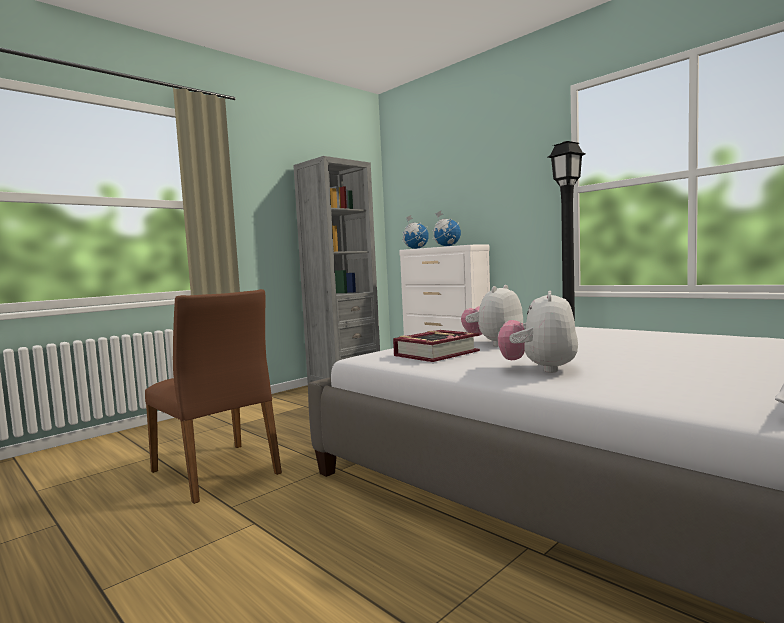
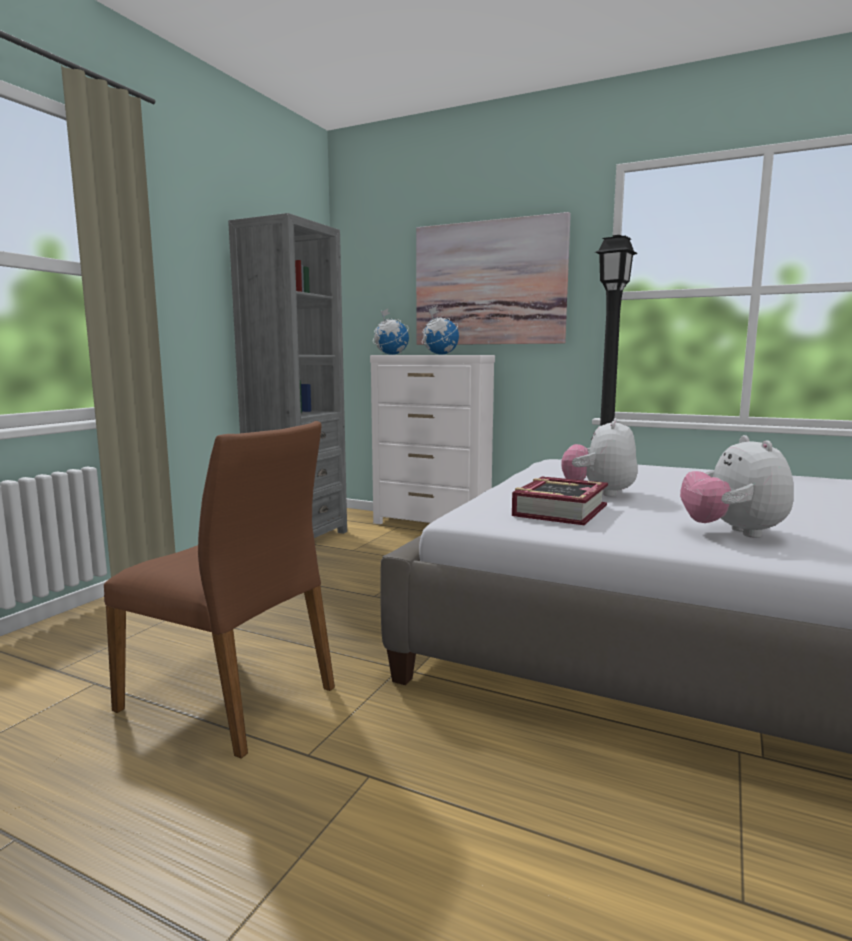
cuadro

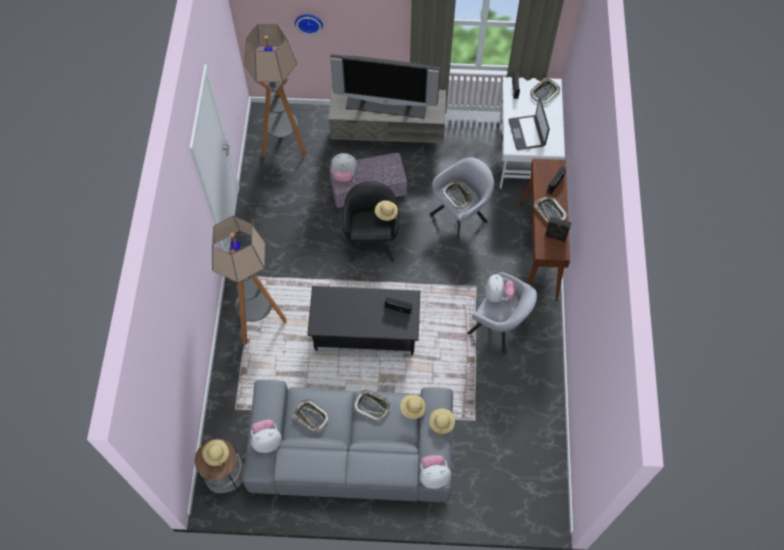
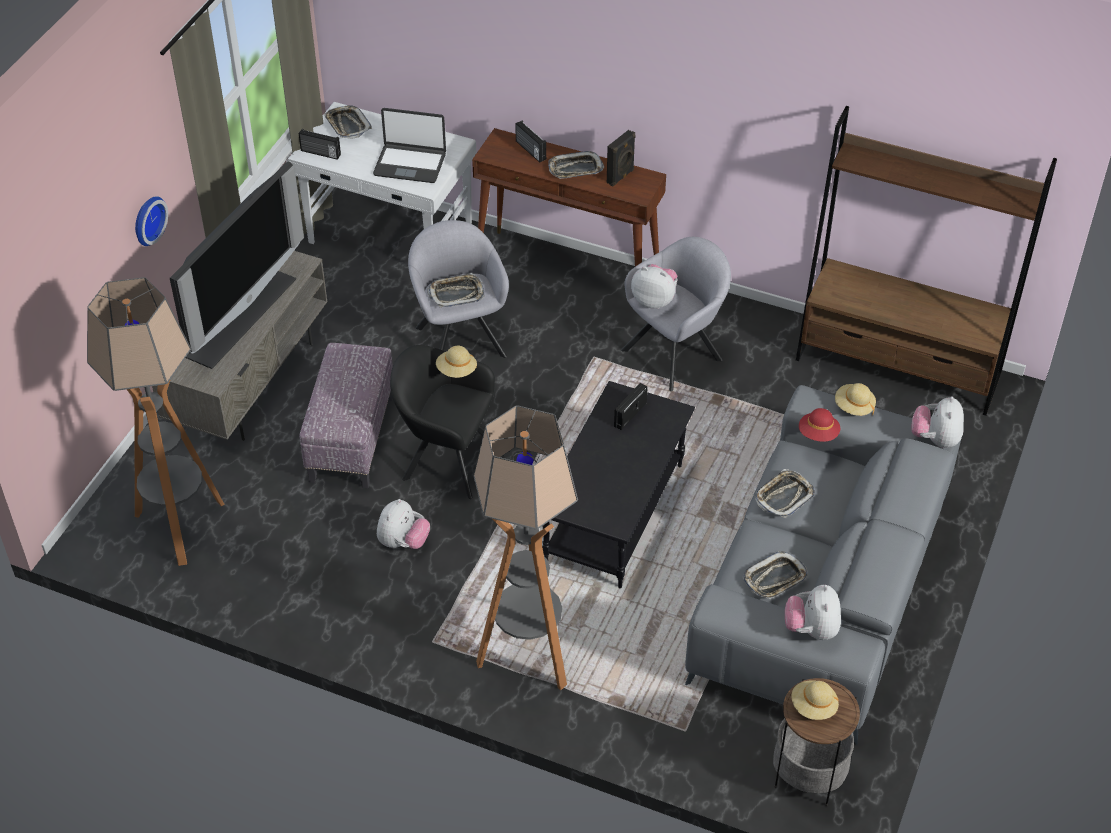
reloj de pared
peluche (1st from left)
sombrero/rojo
estantería/marrón

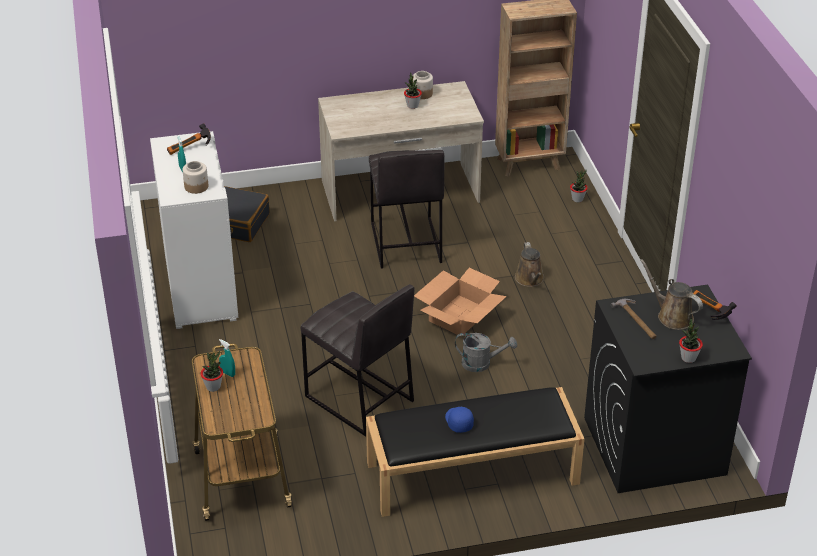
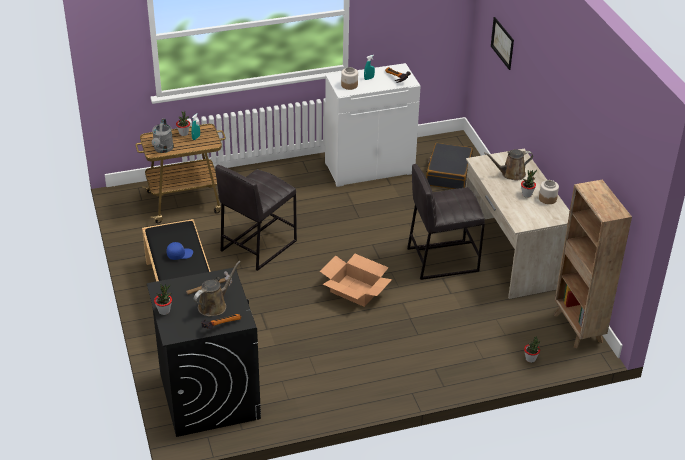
regadera/gris
regadera/marrón (2nd from left)
cuadro

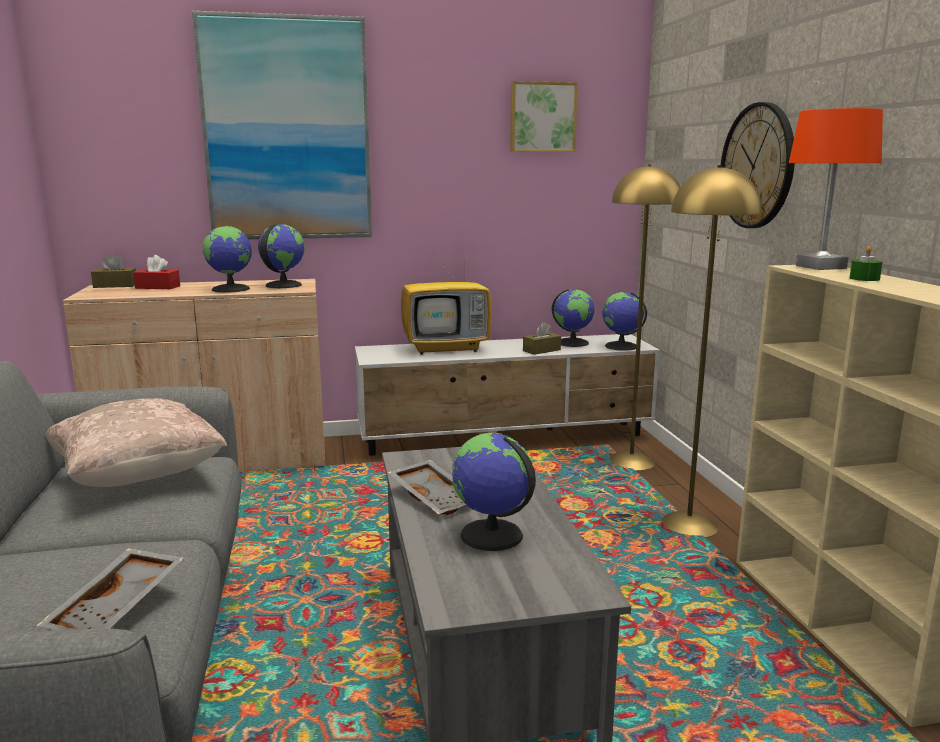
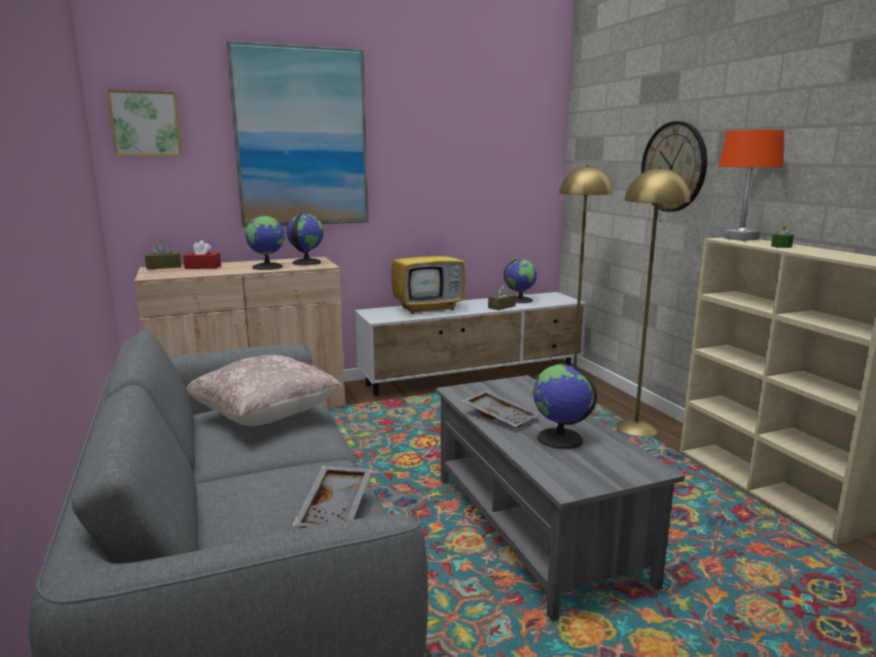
cuadro (1st from left)
globo terráqueo (5th from left in the first image)

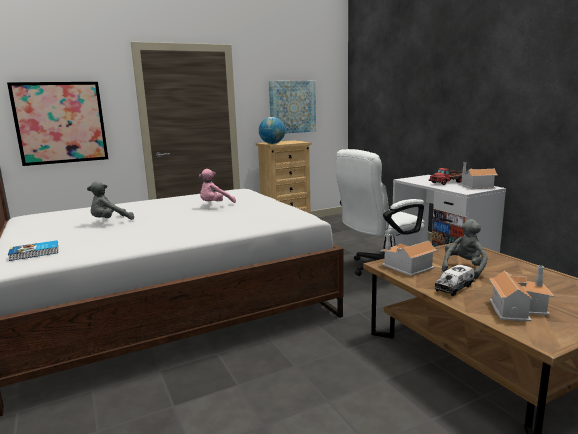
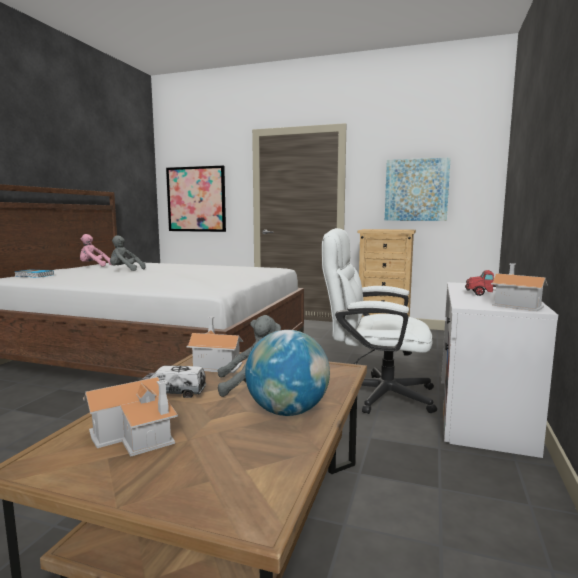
peluche/rosa
globo terráqueo

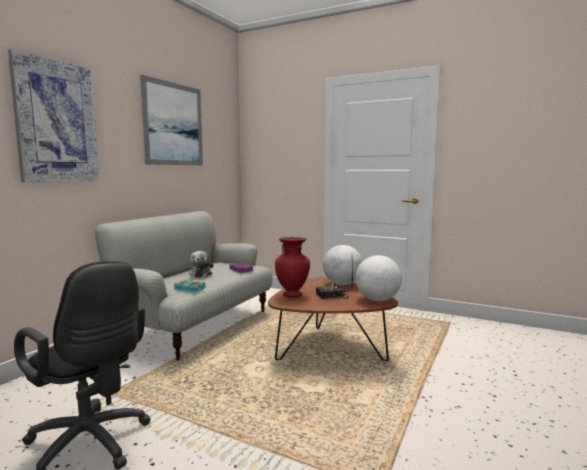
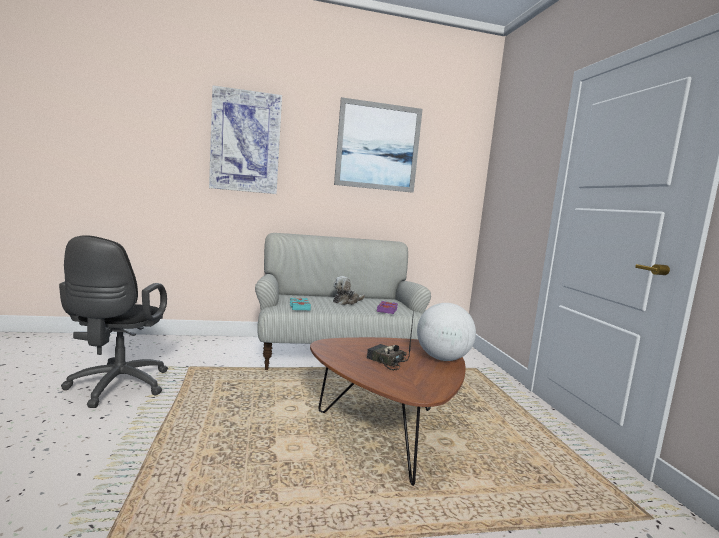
florero/rojo
globo terráqueo (2nd from left in the first image)

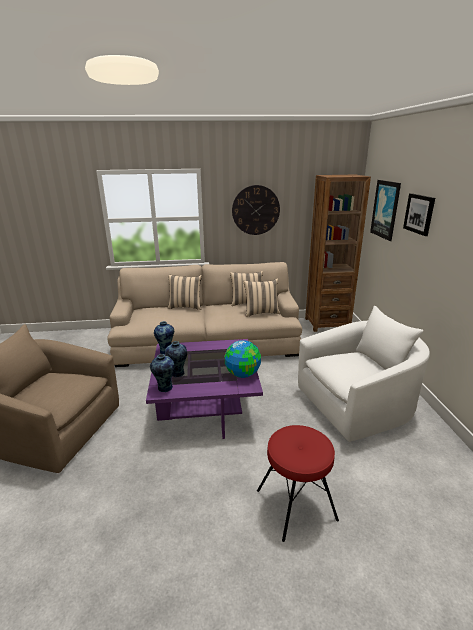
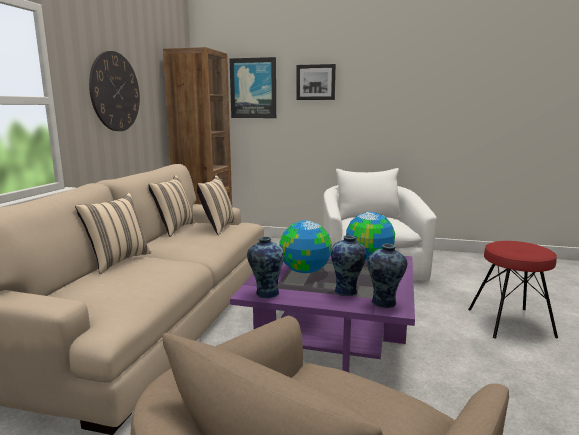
globo terráqueo (1st from left)

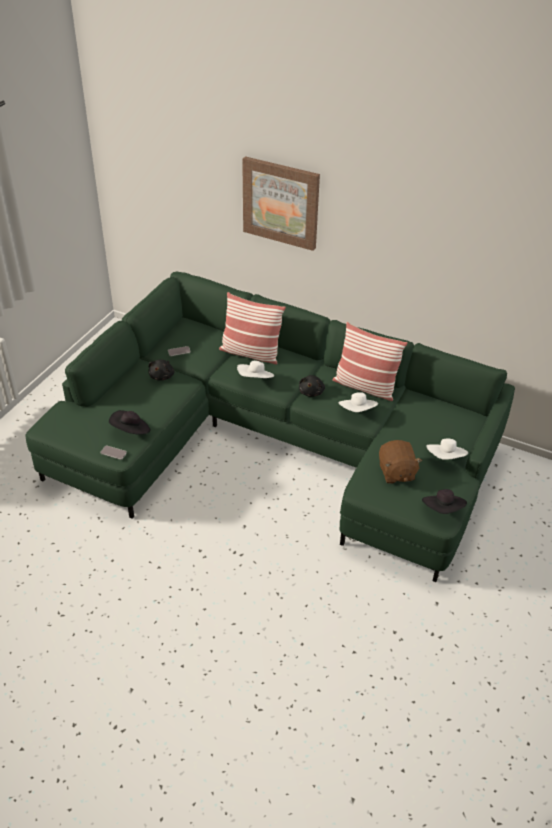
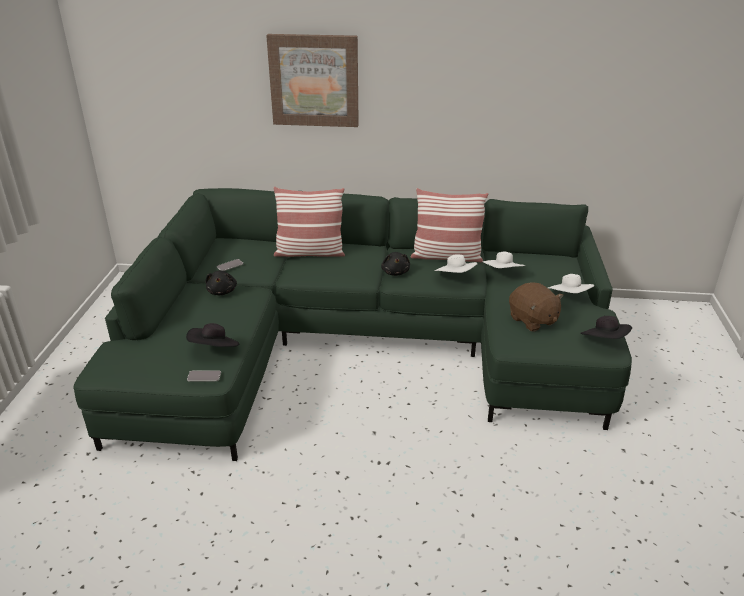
sombrero/blanco (2nd from left)

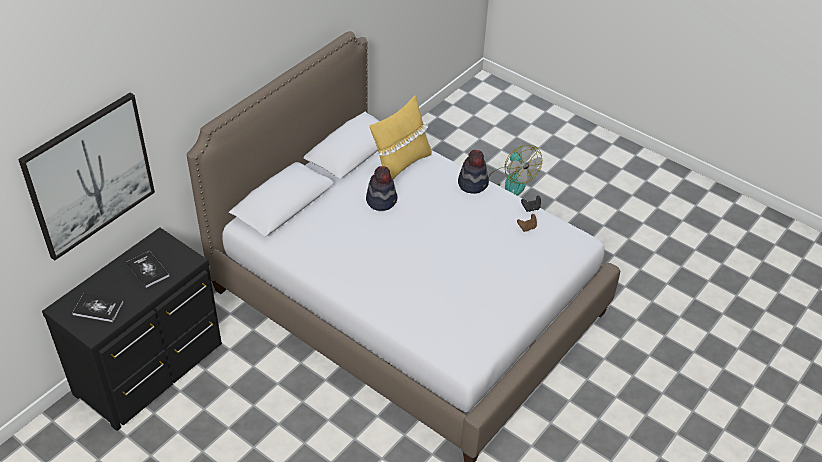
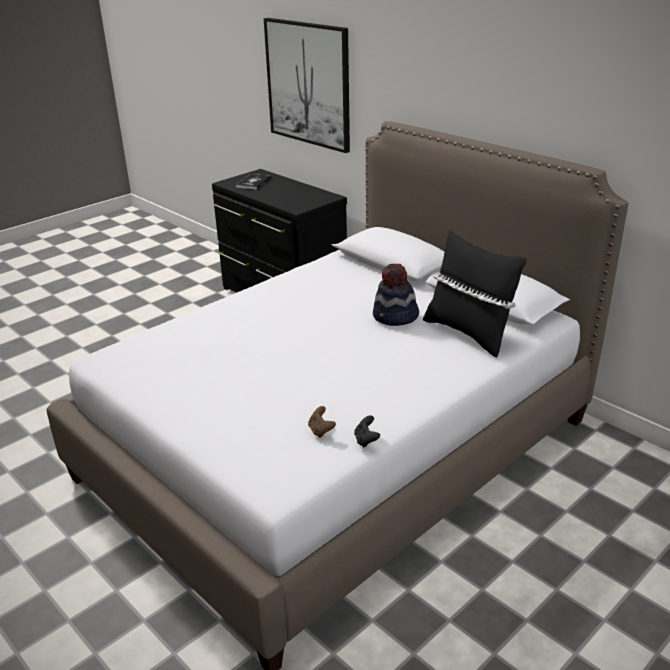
libro (2nd from left in the first image)
cojín/negro
sombrero (2nd from left in the first image)
ventilador

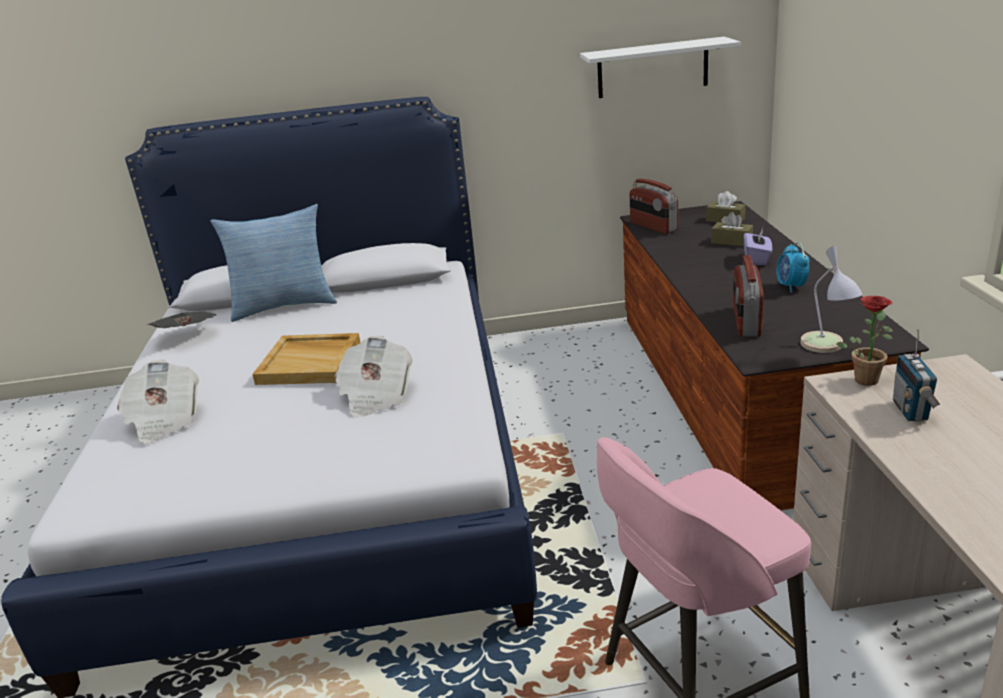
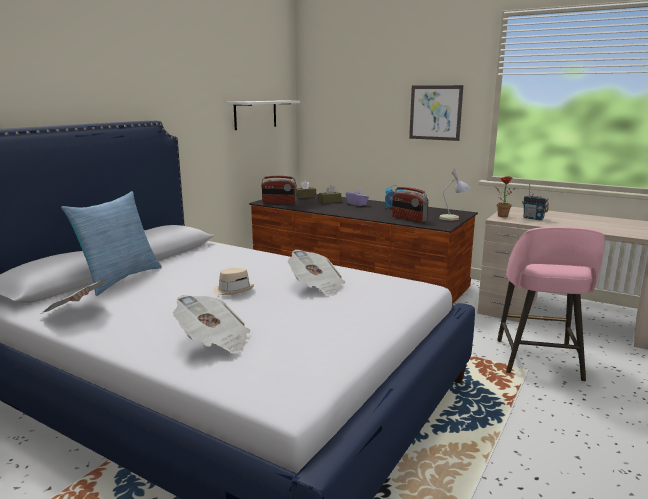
sombrero/beis
cuadro

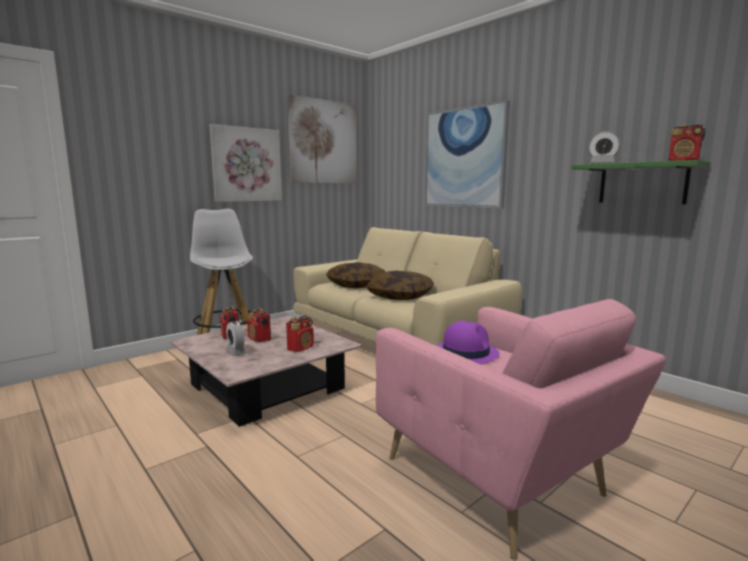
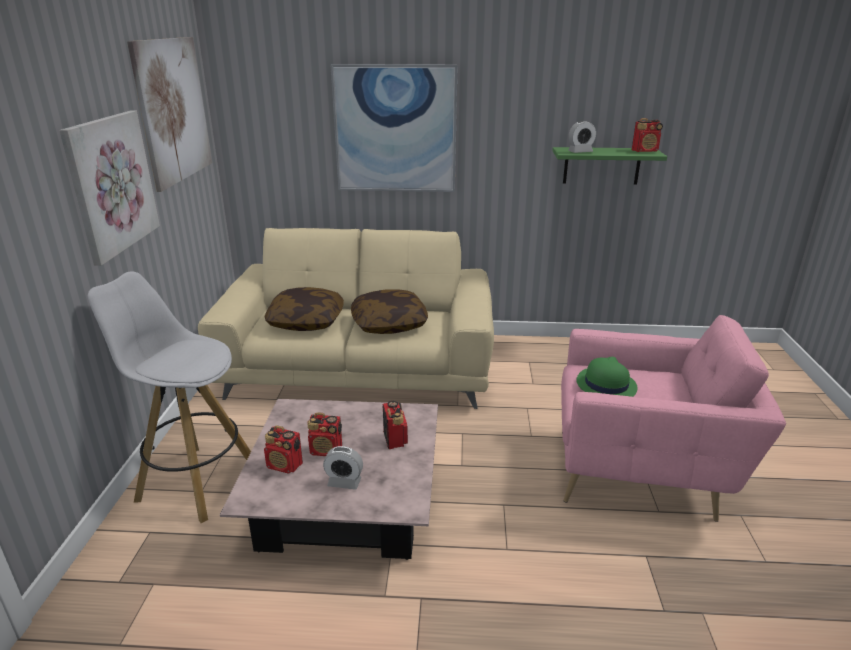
sombrero/verde

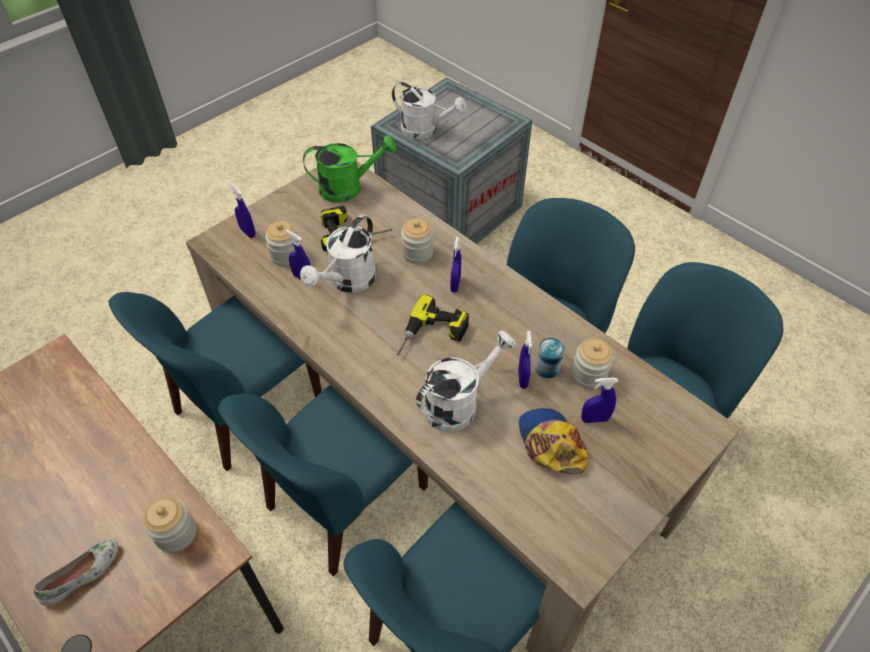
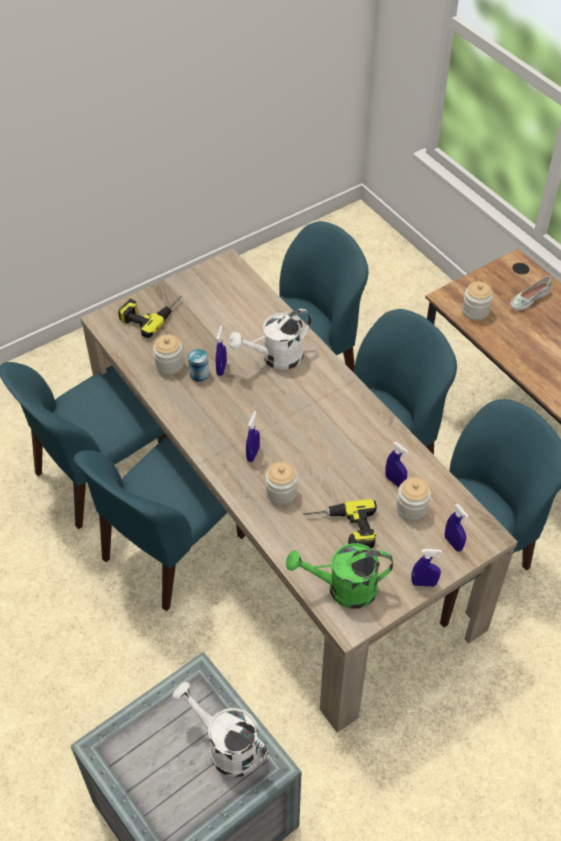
regadera/blanco (1st from left in the first image)
taladro (1st from left)
gorra
pulverizador/azul (4th from left)

